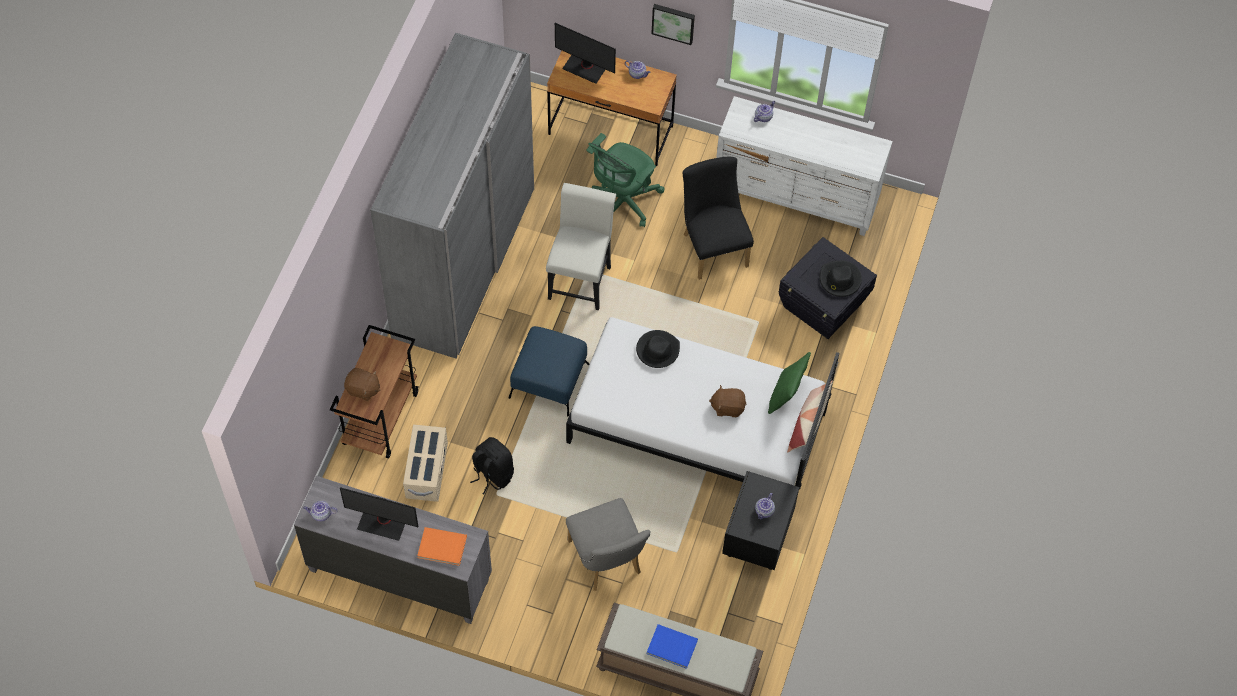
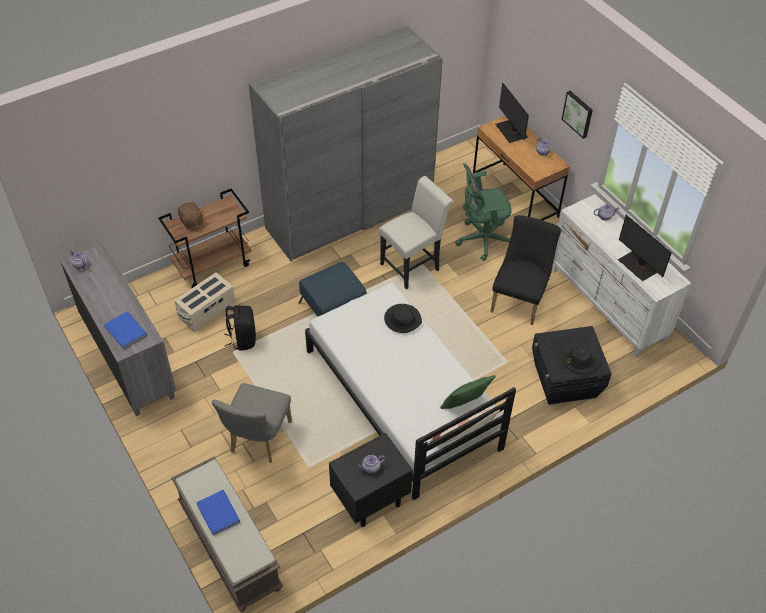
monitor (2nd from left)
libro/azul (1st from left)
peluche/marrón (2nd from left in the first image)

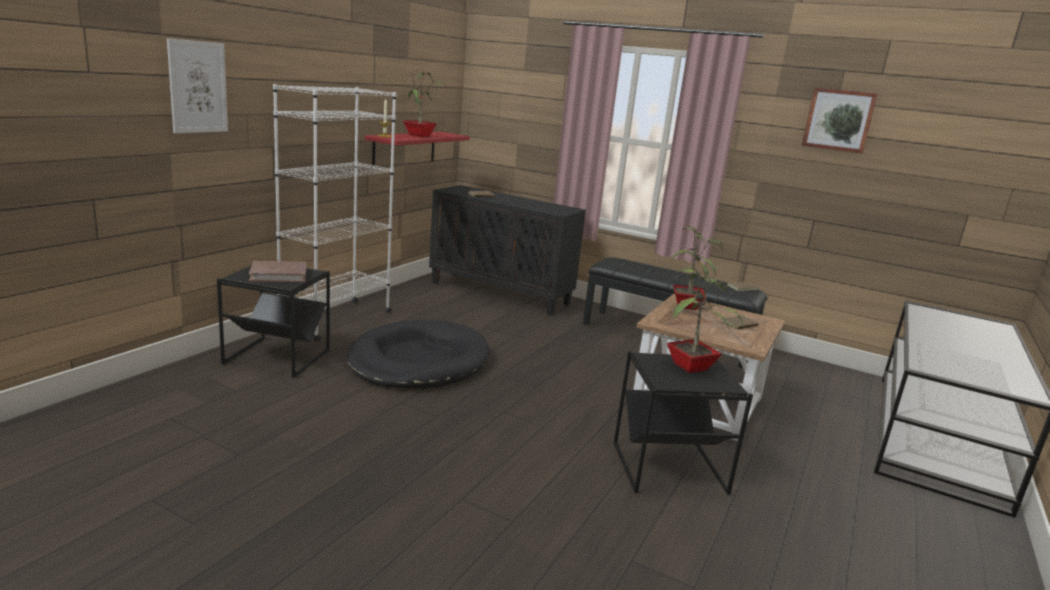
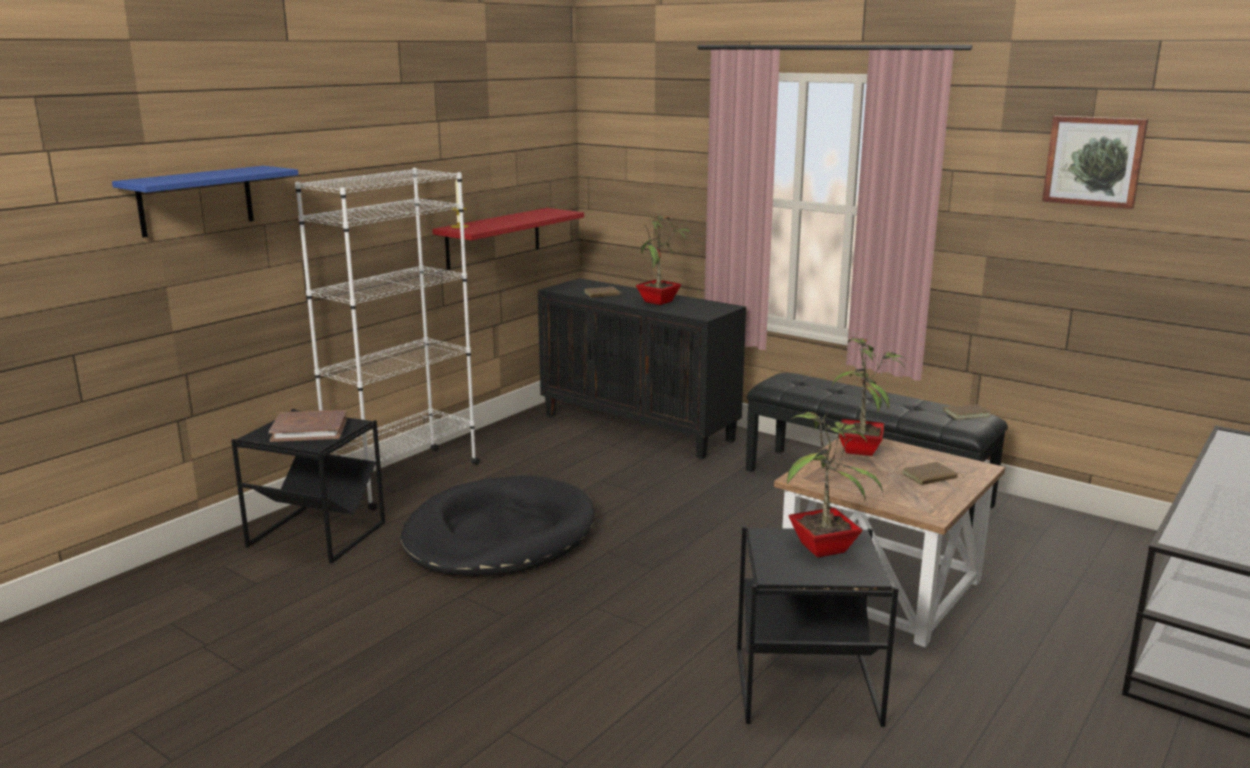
estante/azul
planta en maceta (1st from left)

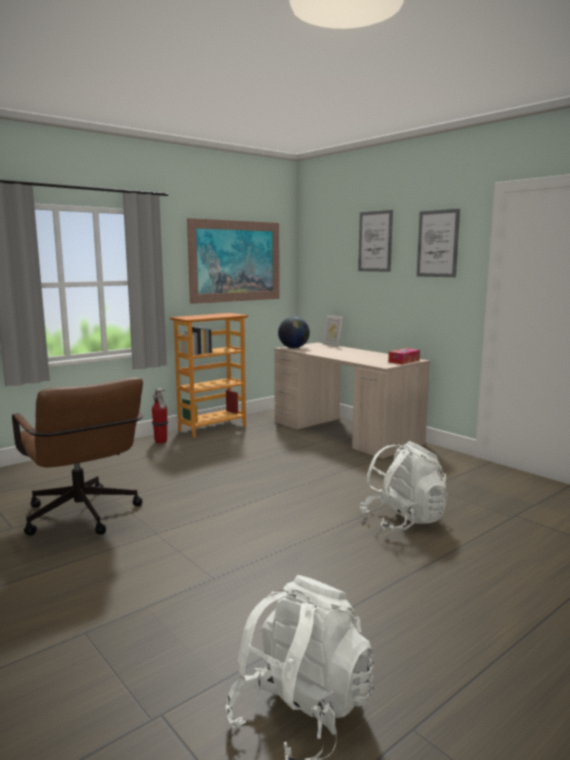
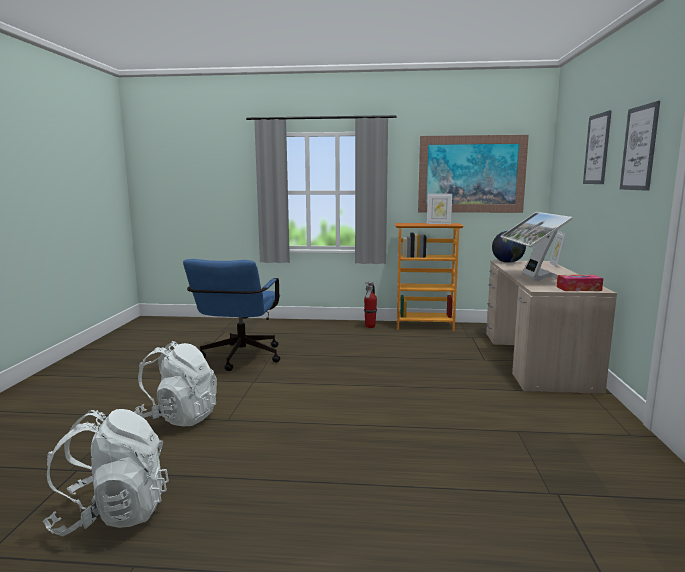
silla de oficina/azul
mochila/blanco (2nd from left)
portarretratos (1st from left)
monitor

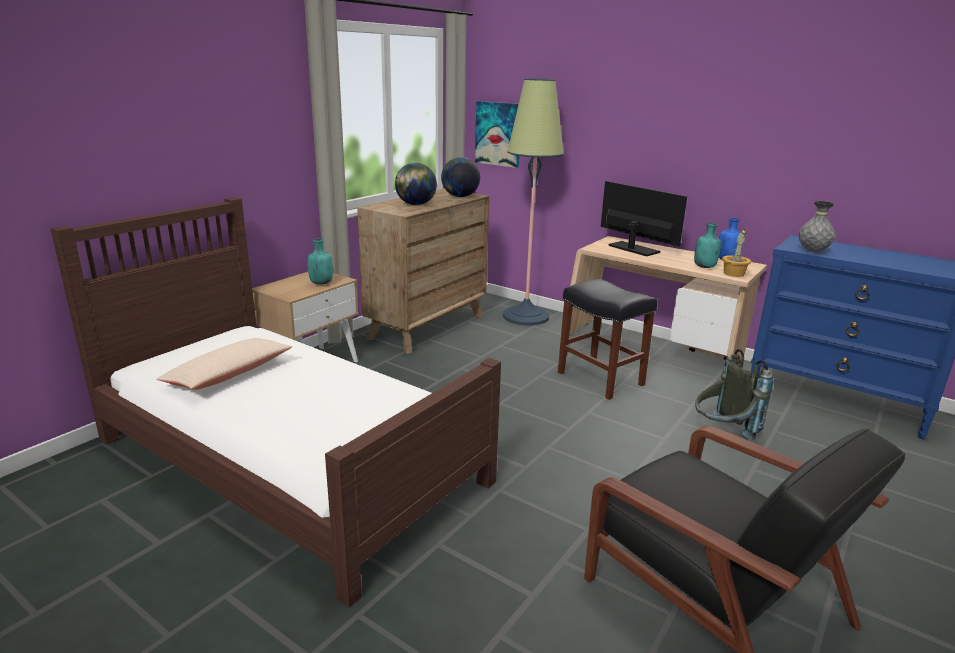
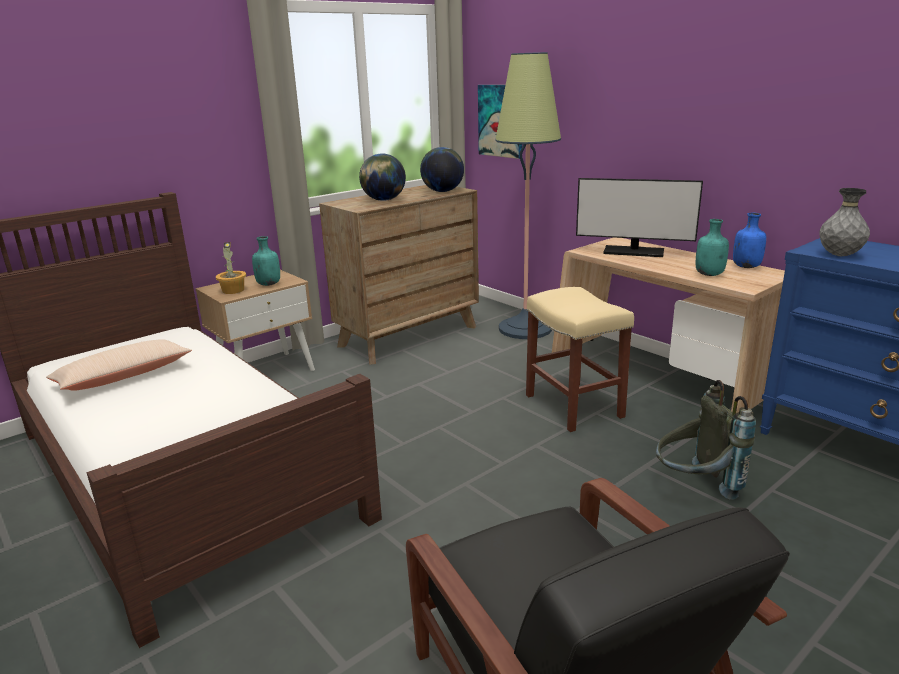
taburete/beis
monitor
planta en maceta

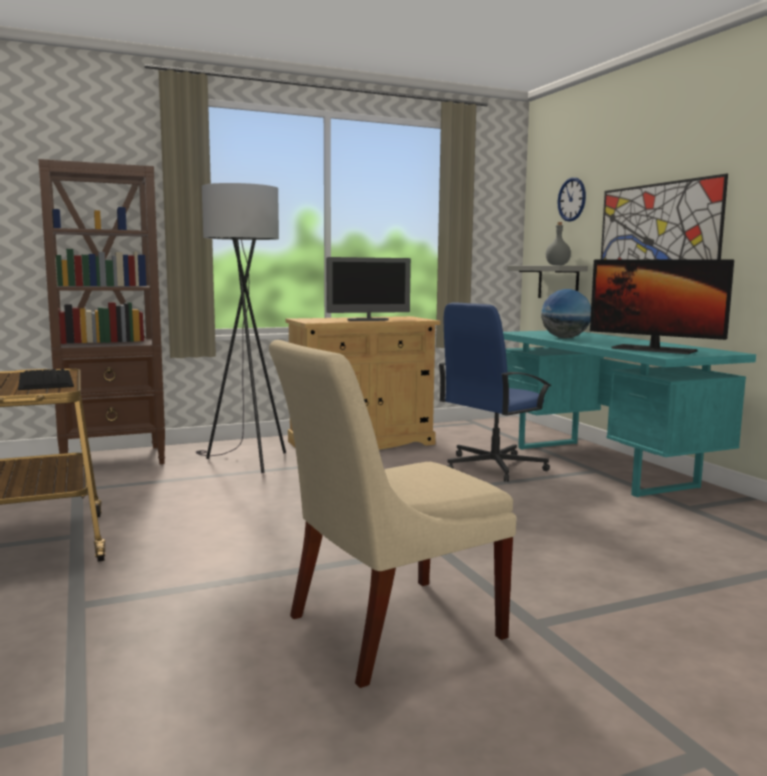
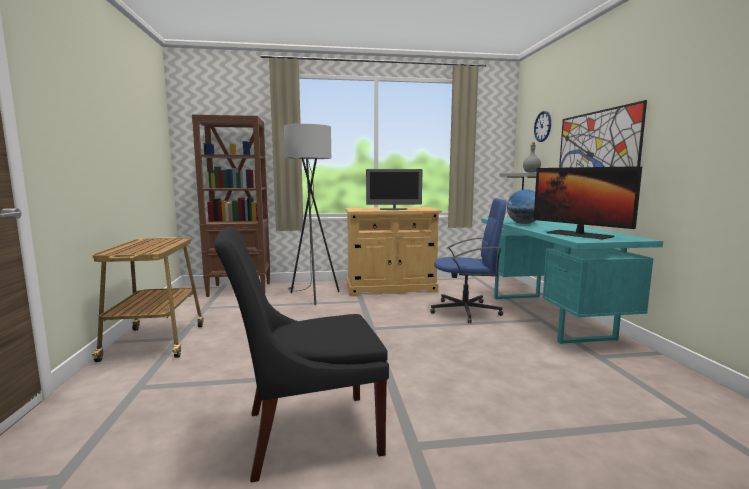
teclado
silla/negro
silla de oficina/azul

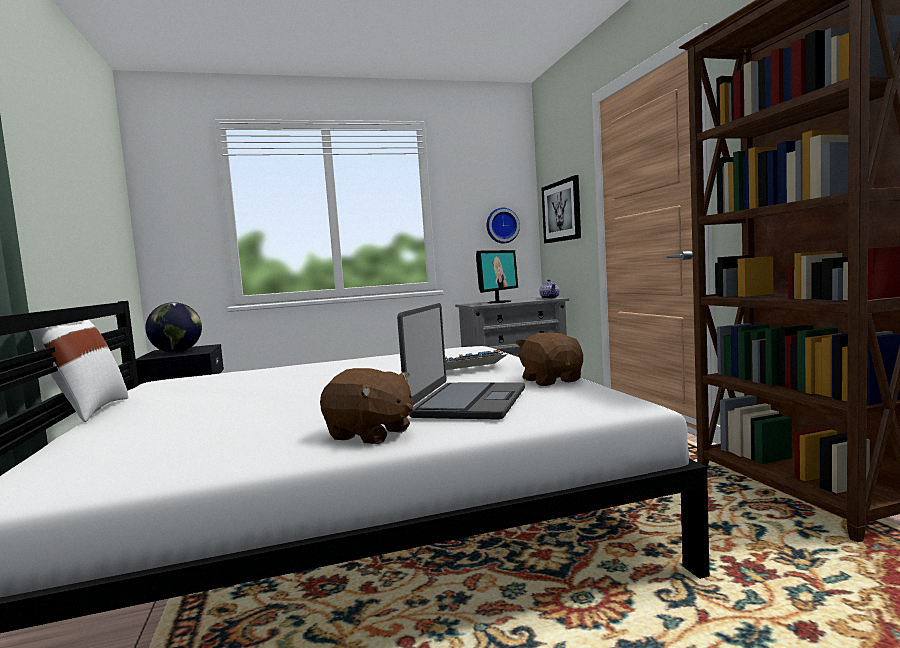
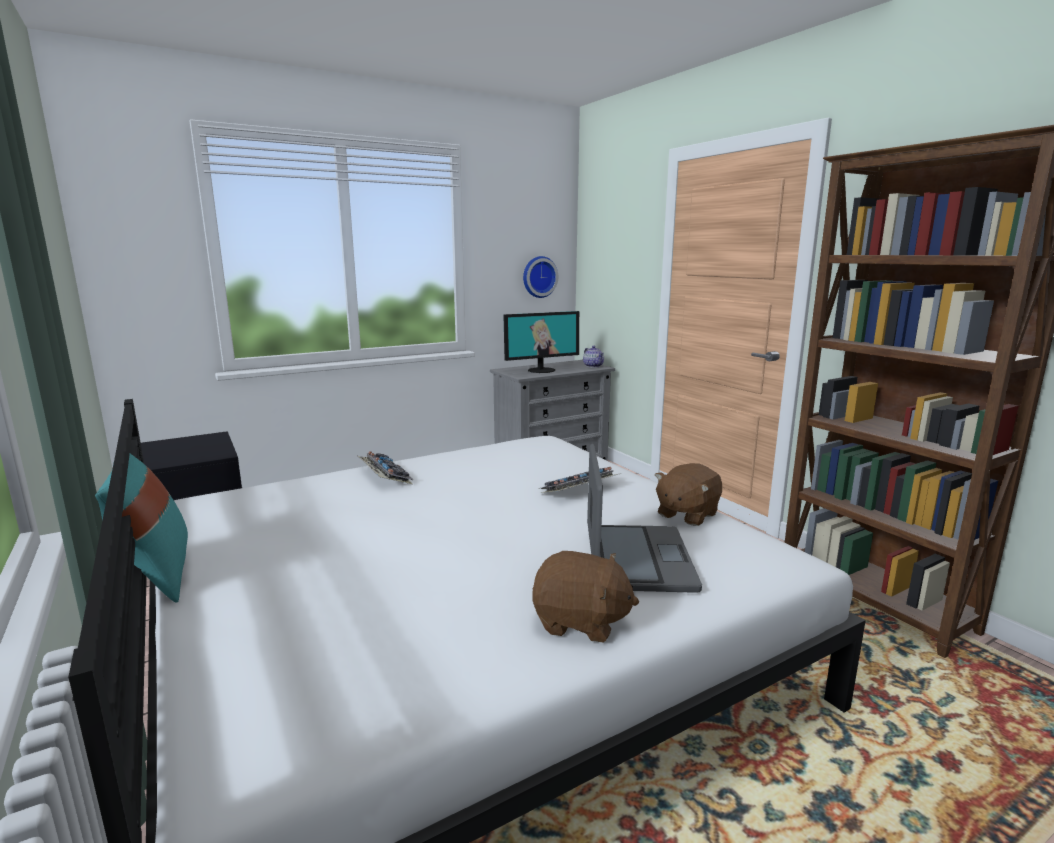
cojín/turquesa
globo terráqueo
monitor
peluche/marrón (2nd from left)
cuadro
teclado (1st from left)

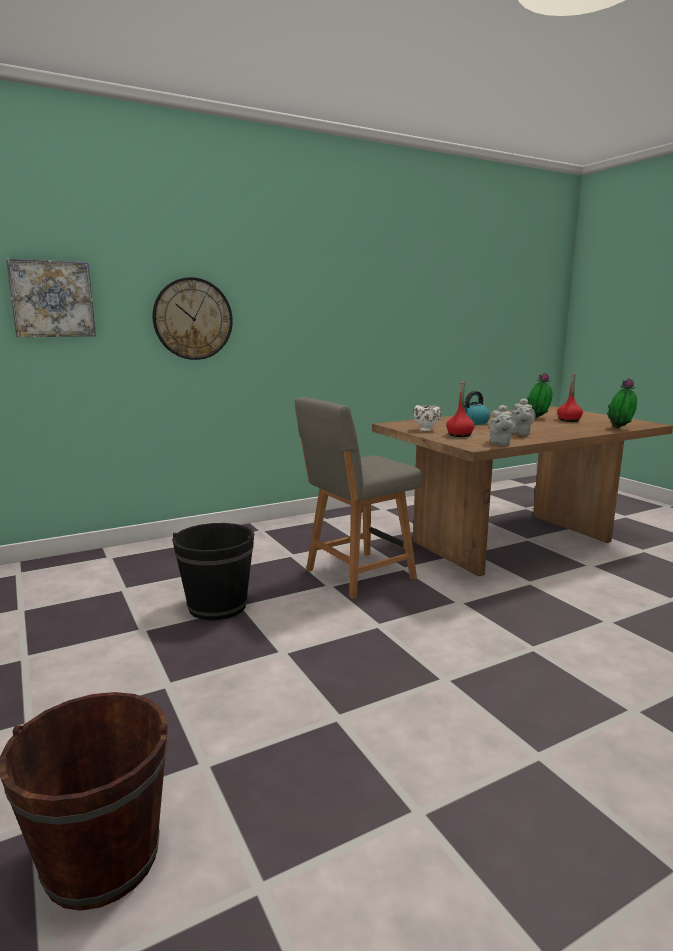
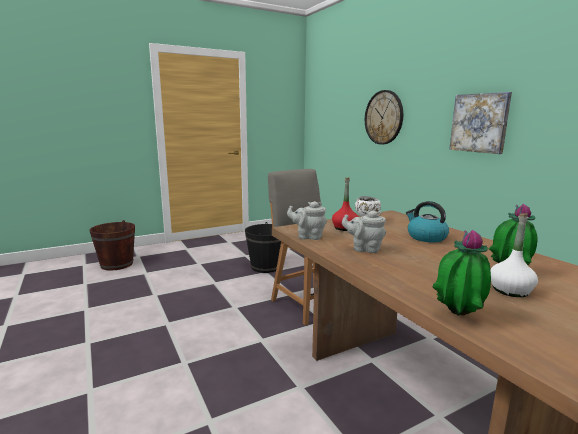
cuadro
botella/blanco

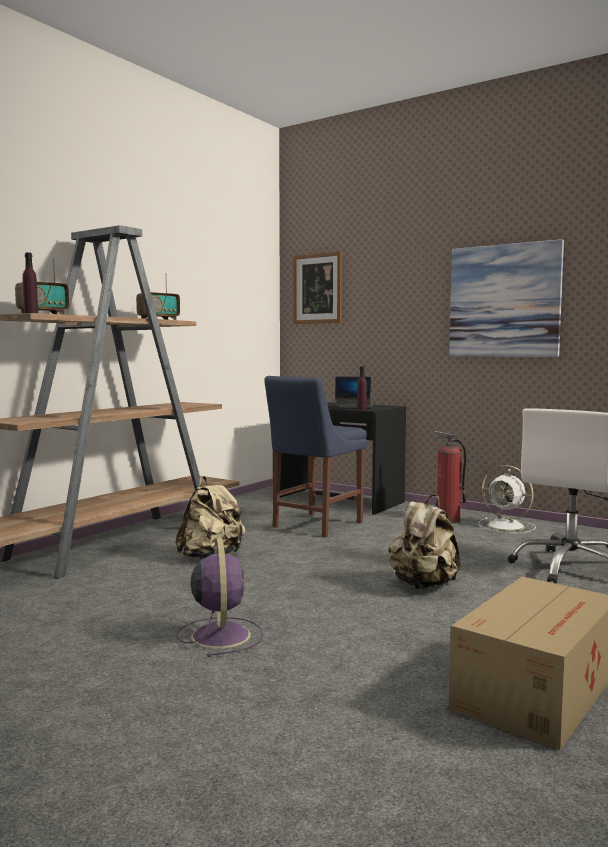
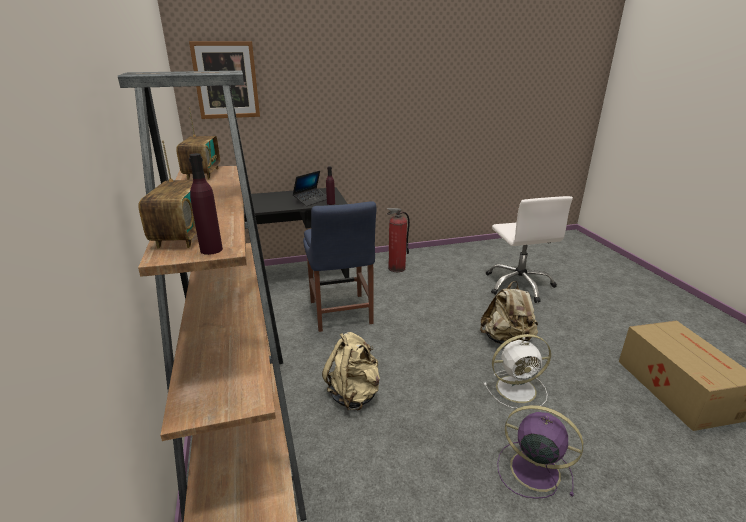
cuadro (2nd from left in the first image)
ventilador/blanco

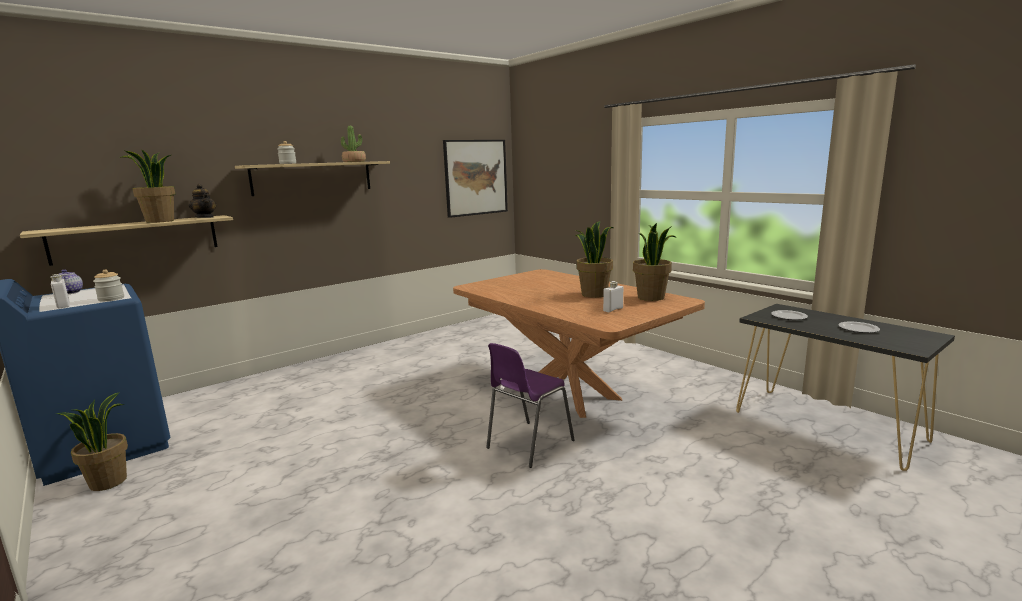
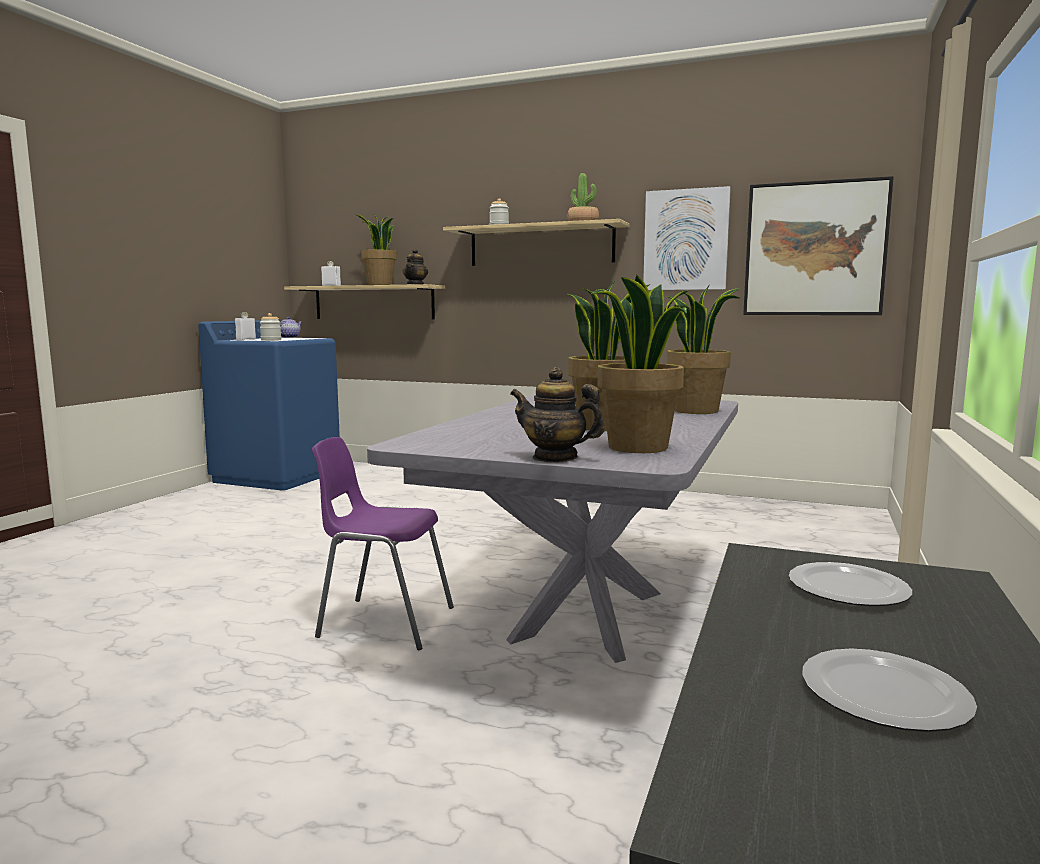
planta en maceta (5th from left)
mesa de comedor/gris
botella/blanco (2nd from left)
tetera (3rd from left)
cuadro (1st from left)

